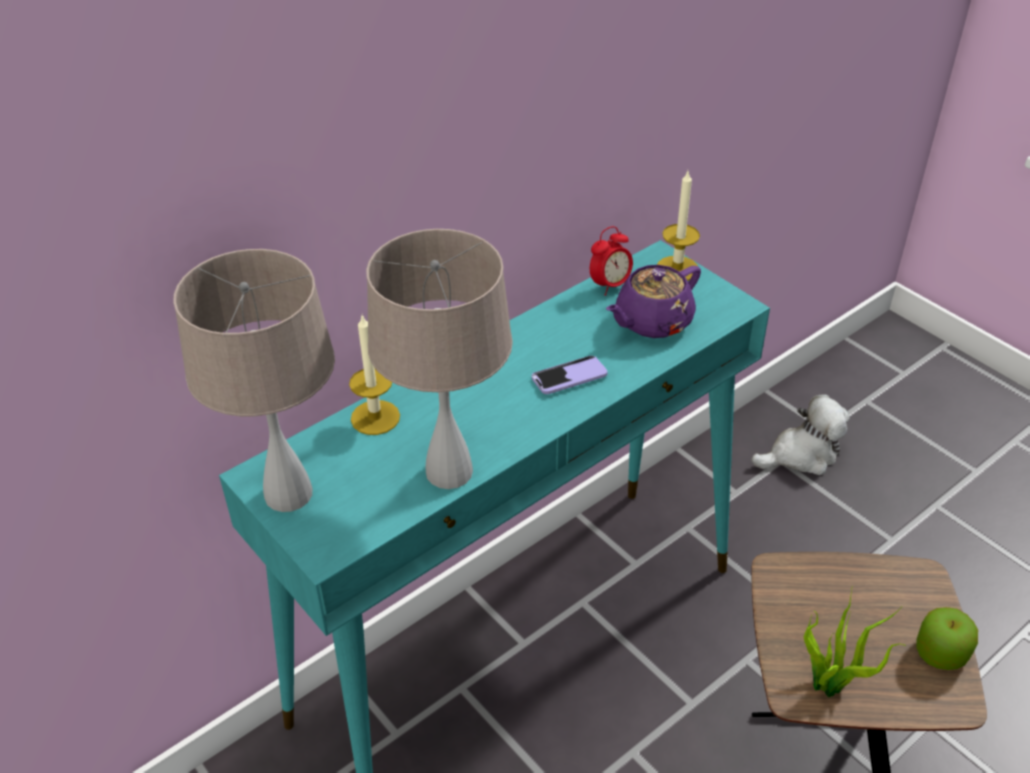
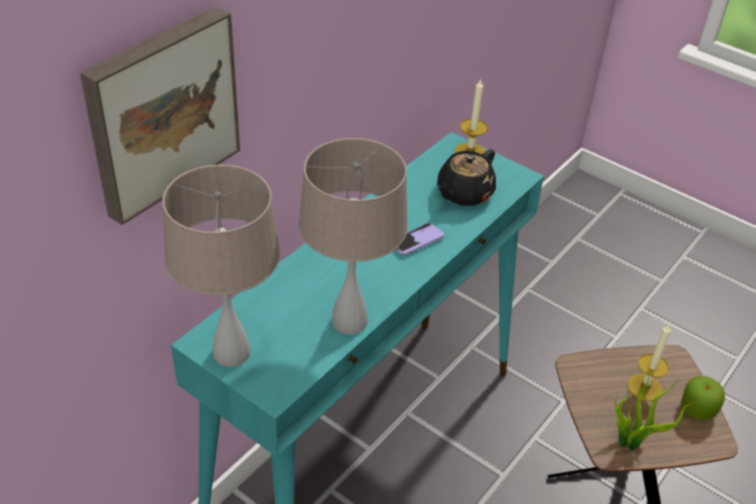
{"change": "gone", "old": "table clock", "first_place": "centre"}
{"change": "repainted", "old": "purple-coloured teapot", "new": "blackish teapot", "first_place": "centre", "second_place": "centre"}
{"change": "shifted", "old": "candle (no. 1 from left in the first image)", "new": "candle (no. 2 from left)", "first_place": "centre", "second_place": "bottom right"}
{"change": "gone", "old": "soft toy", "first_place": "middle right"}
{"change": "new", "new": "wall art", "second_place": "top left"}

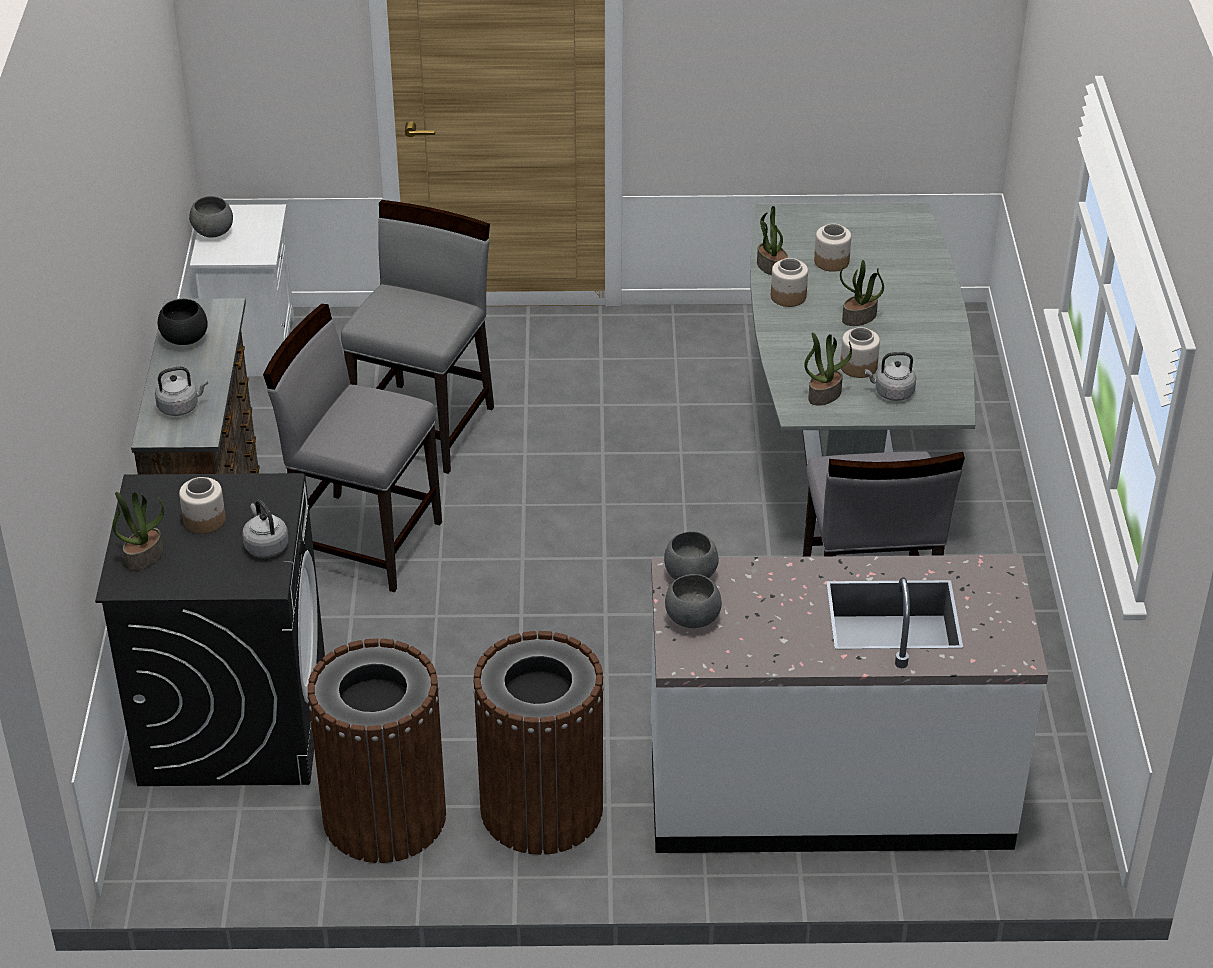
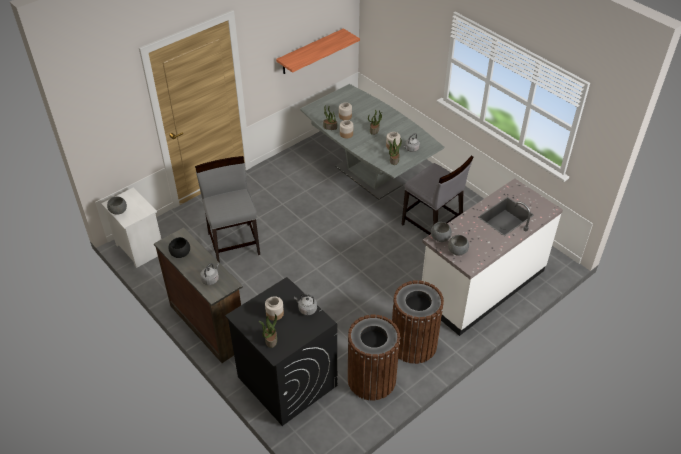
{"change": "gone", "old": "gray plain chair (no. 1 from left)", "first_place": "middle left"}
{"change": "new", "new": "wall shelf", "second_place": "top centre"}

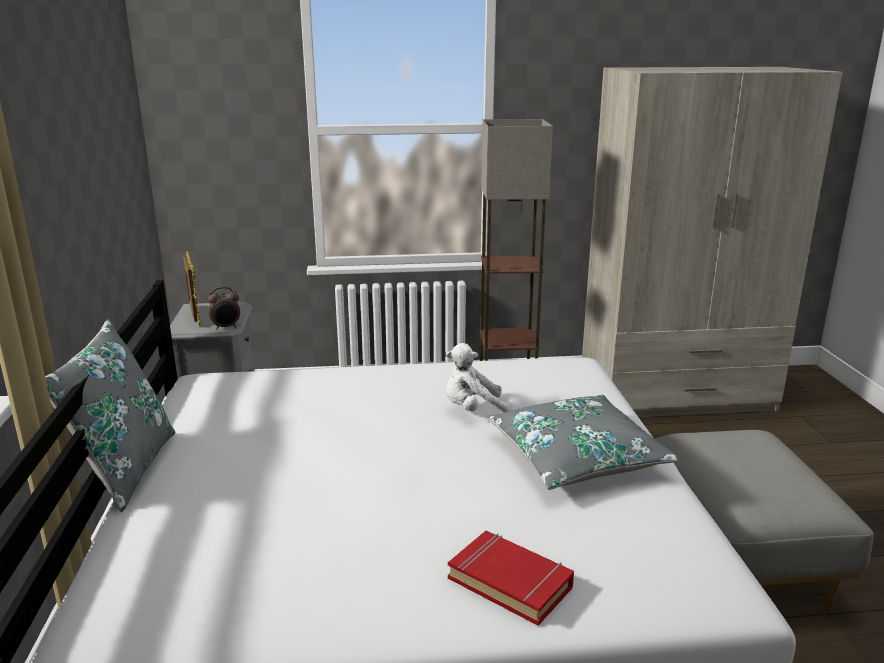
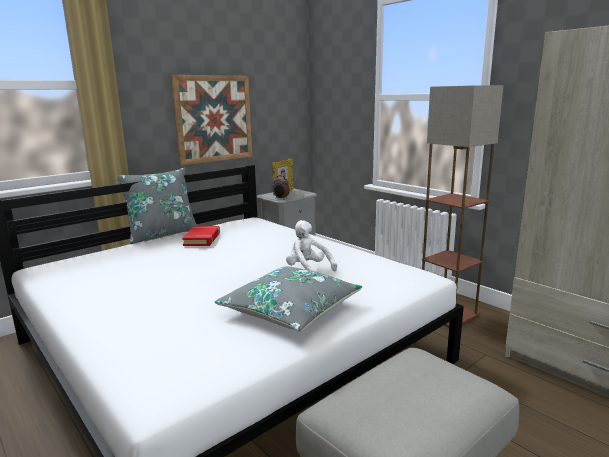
{"change": "shifted", "old": "red-coloured book", "first_place": "bottom centre", "second_place": "middle left"}
{"change": "new", "new": "wall art", "second_place": "top centre"}

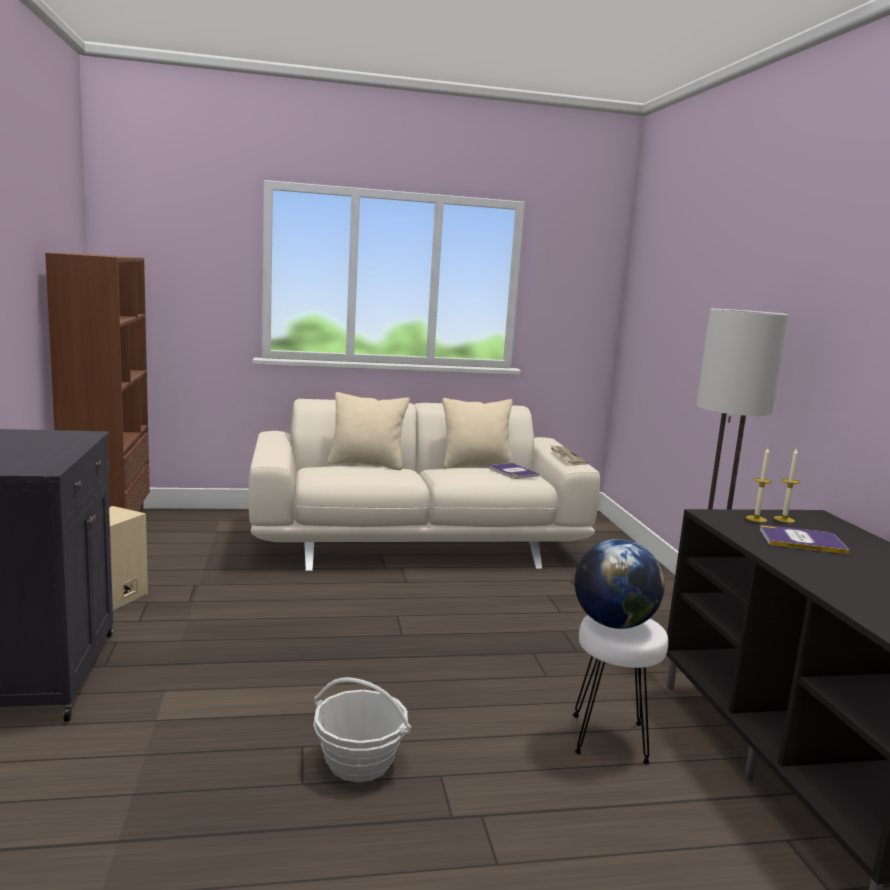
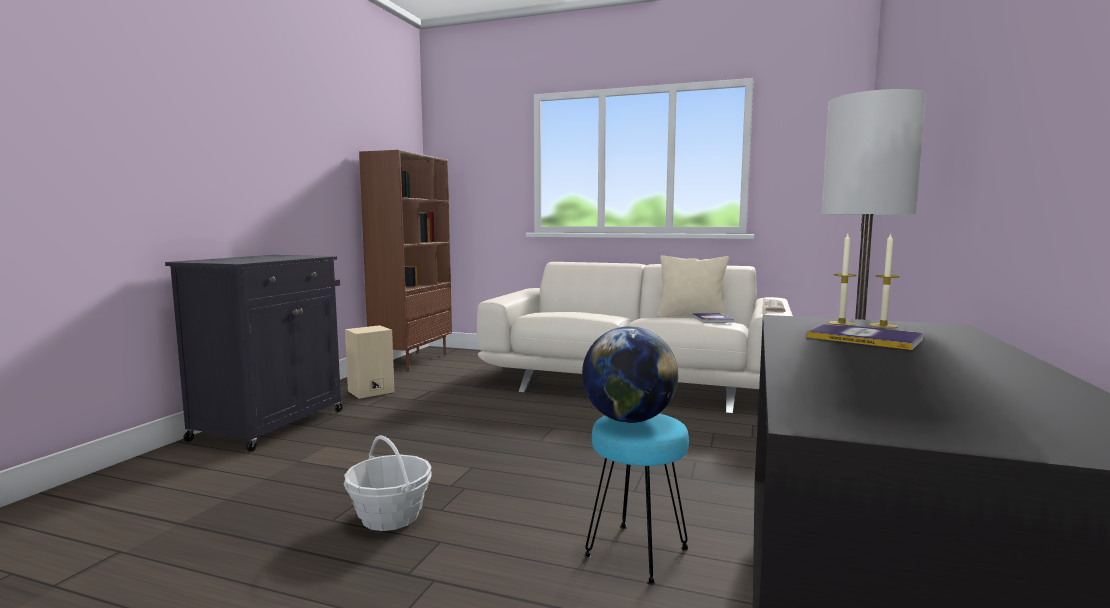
{"change": "gone", "old": "sand-coloured cushion (no. 1 from left)", "first_place": "centre"}
{"change": "repainted", "old": "white sitting stool", "new": "turquoise sitting stool", "first_place": "bottom right", "second_place": "bottom centre"}

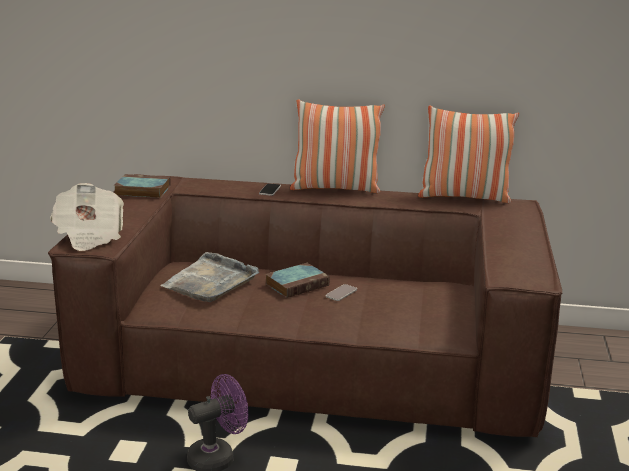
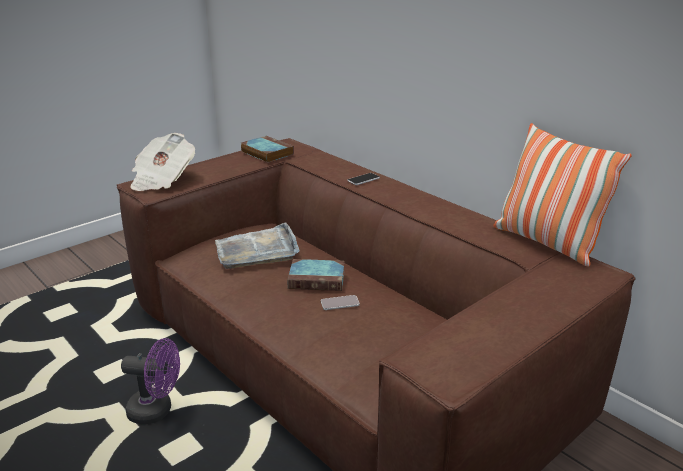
{"change": "gone", "old": "cushion (no. 1 from left)", "first_place": "top centre"}

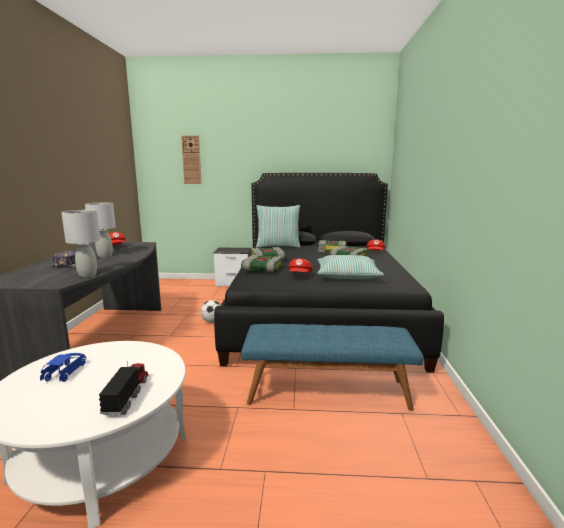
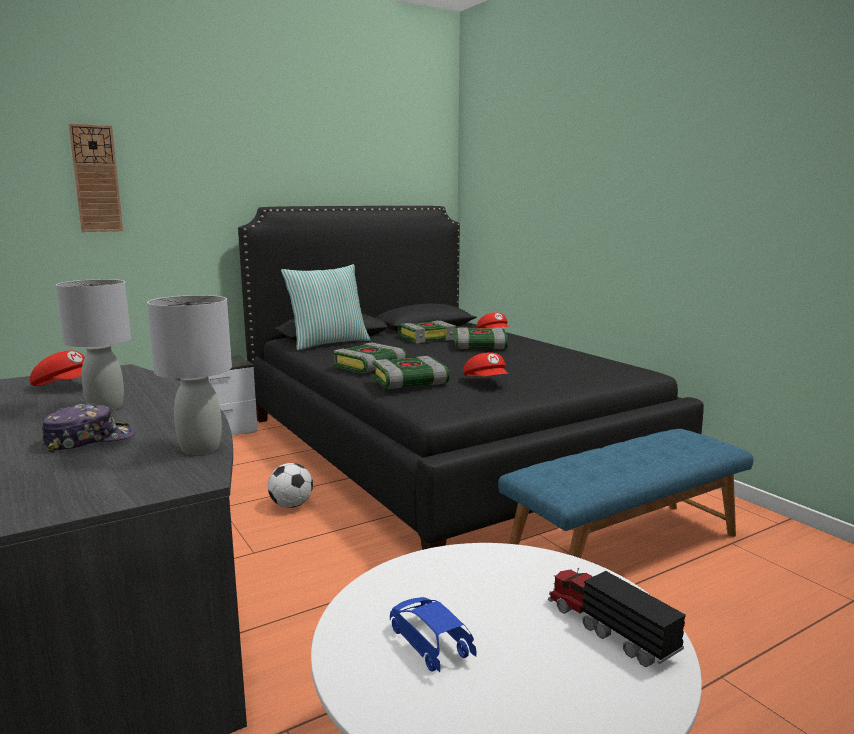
{"change": "gone", "old": "cushion (no. 2 from left)", "first_place": "centre"}

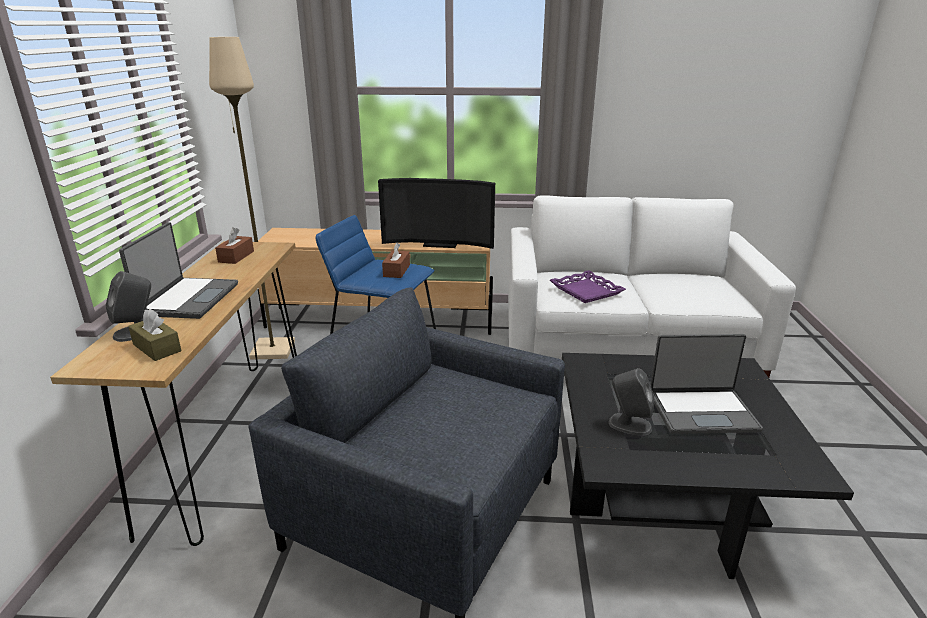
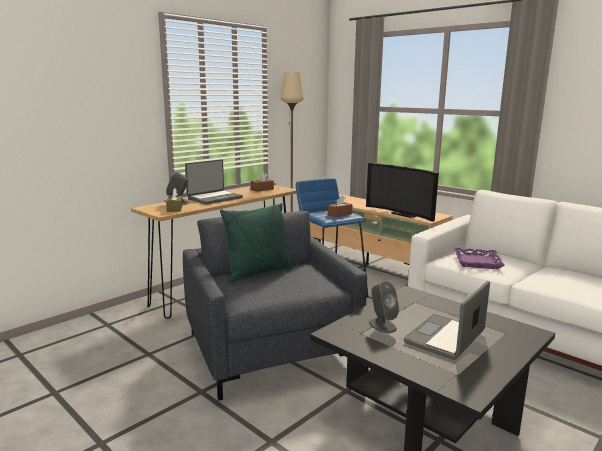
{"change": "rotated", "old": "laptop (no. 2 from left)", "first_place": "middle right", "second_place": "bottom right", "degrees": 90}
{"change": "new", "new": "greenish cushion", "second_place": "centre"}

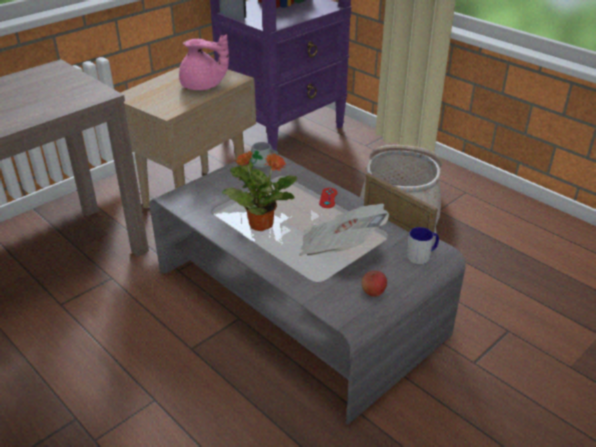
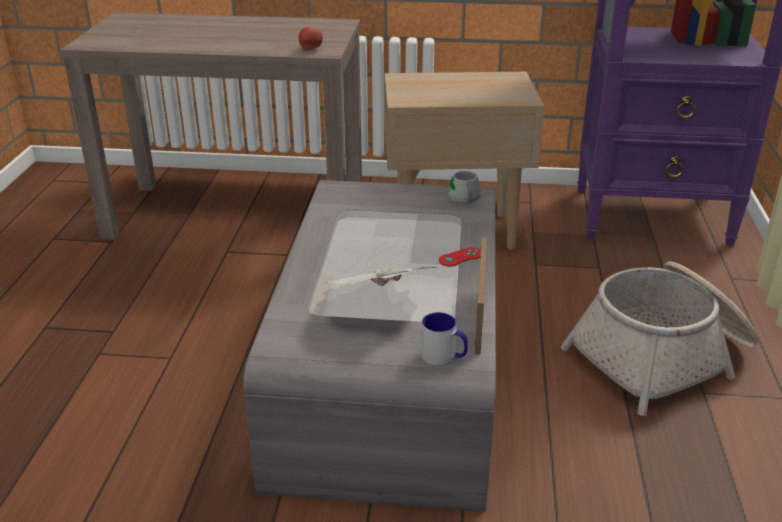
{"change": "gone", "old": "pinkish teapot", "first_place": "top centre"}
{"change": "gone", "old": "plant in a pot", "first_place": "centre"}
{"change": "shifted", "old": "whole apple", "first_place": "centre", "second_place": "top centre"}

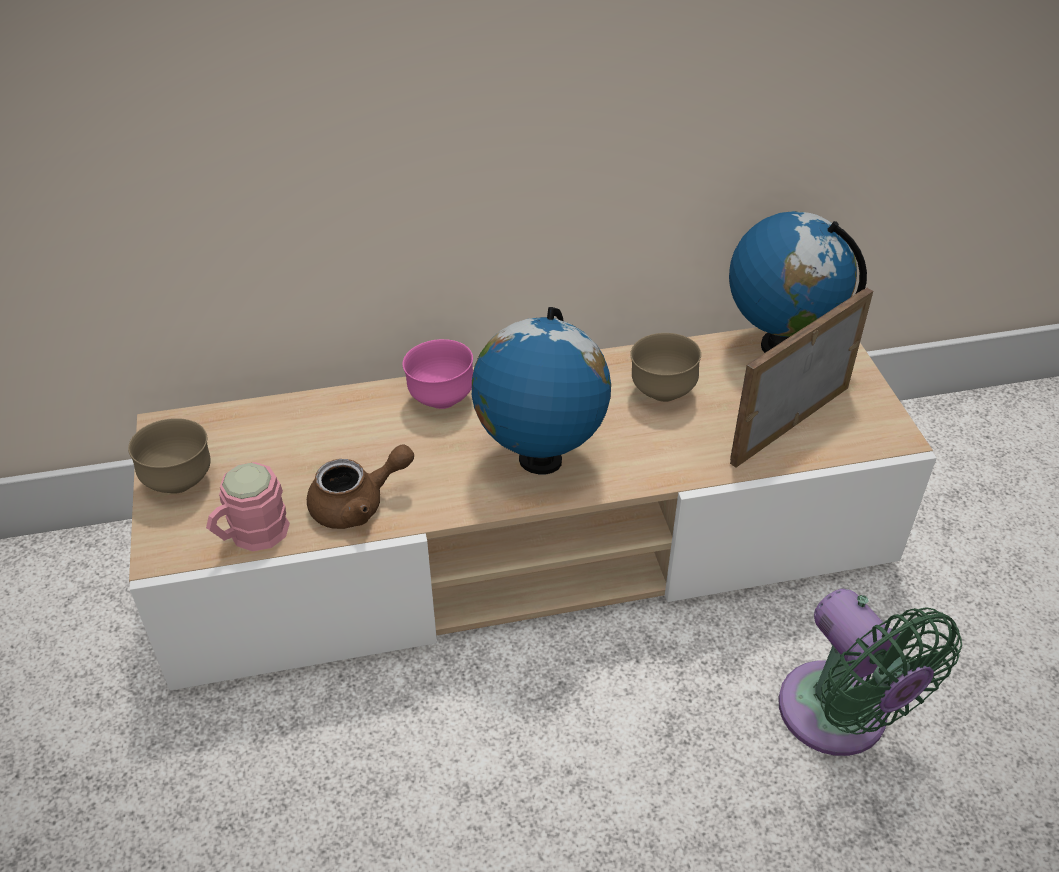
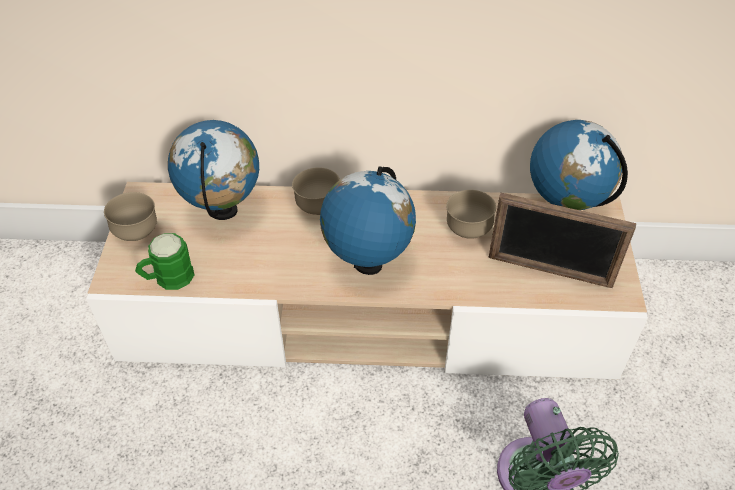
{"change": "rotated", "old": "photo frame", "first_place": "middle right", "second_place": "middle right", "degrees": -135}
{"change": "repainted", "old": "pinkish serving bowl", "new": "brownish serving bowl (no. 2 from left)", "first_place": "centre", "second_place": "centre"}
{"change": "gone", "old": "brownish teapot", "first_place": "centre"}
{"change": "repainted", "old": "pinkish coffee mug", "new": "greenish coffee mug", "first_place": "middle left", "second_place": "middle left"}
{"change": "new", "new": "globe (no. 1 from left)", "second_place": "middle left"}

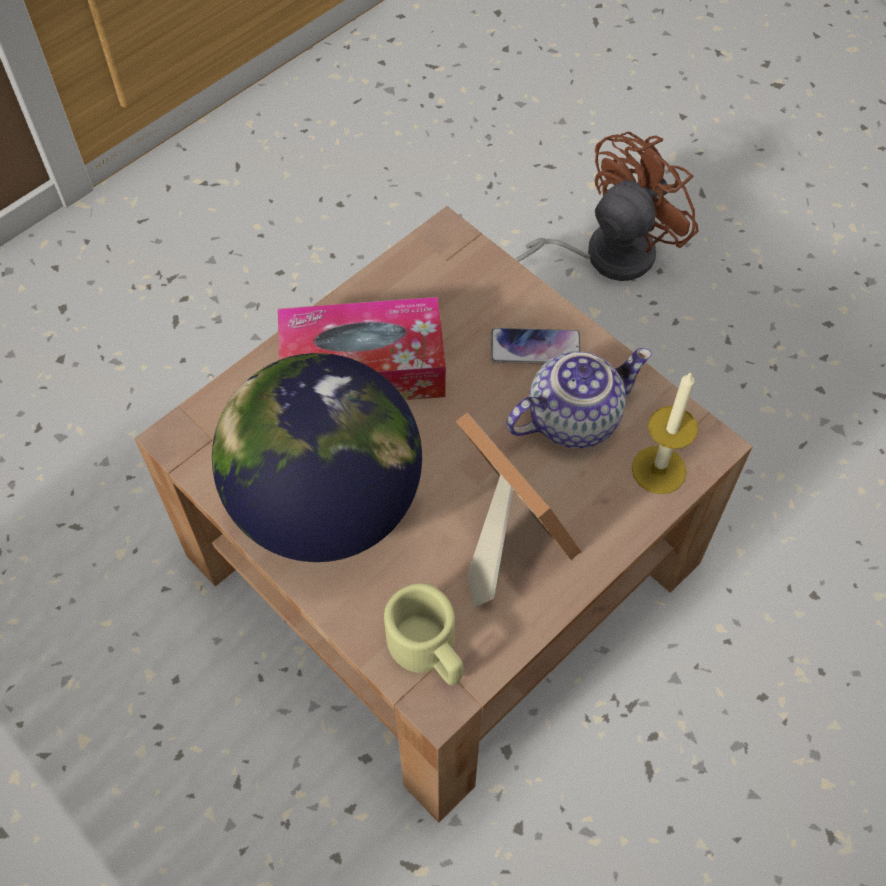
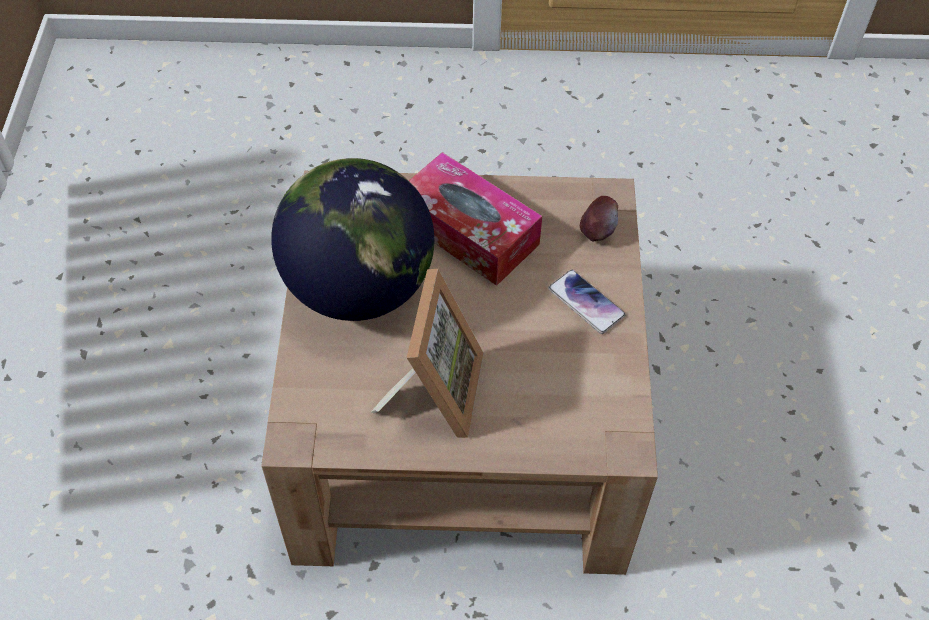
{"change": "gone", "old": "brownish cooling fan", "first_place": "top right"}
{"change": "gone", "old": "teapot", "first_place": "centre"}
{"change": "gone", "old": "candle", "first_place": "middle right"}
{"change": "gone", "old": "sand-coloured coffee mug", "first_place": "bottom centre"}
{"change": "new", "new": "whole apple", "second_place": "centre"}

